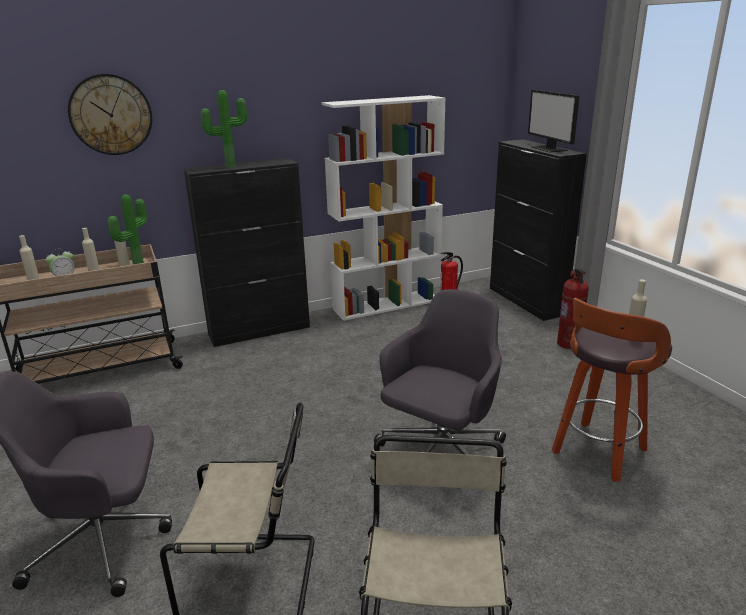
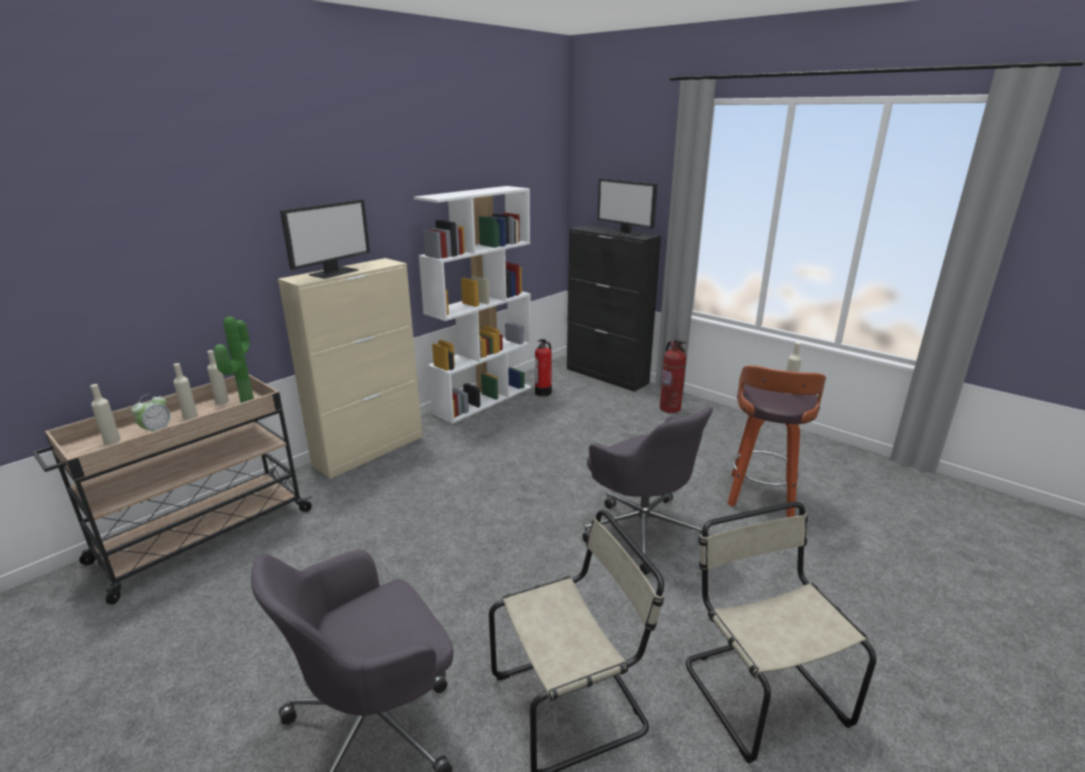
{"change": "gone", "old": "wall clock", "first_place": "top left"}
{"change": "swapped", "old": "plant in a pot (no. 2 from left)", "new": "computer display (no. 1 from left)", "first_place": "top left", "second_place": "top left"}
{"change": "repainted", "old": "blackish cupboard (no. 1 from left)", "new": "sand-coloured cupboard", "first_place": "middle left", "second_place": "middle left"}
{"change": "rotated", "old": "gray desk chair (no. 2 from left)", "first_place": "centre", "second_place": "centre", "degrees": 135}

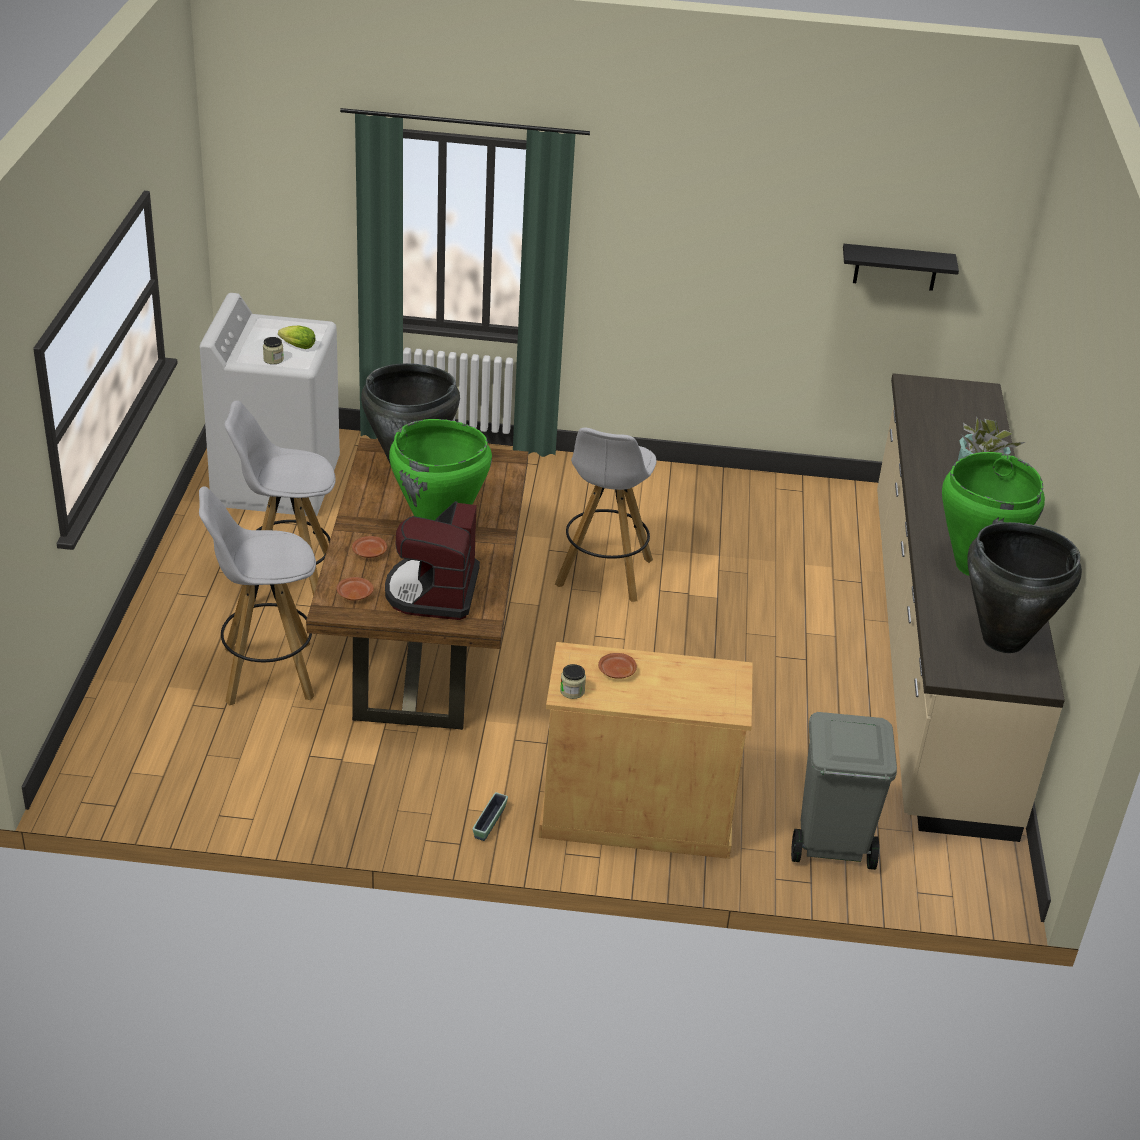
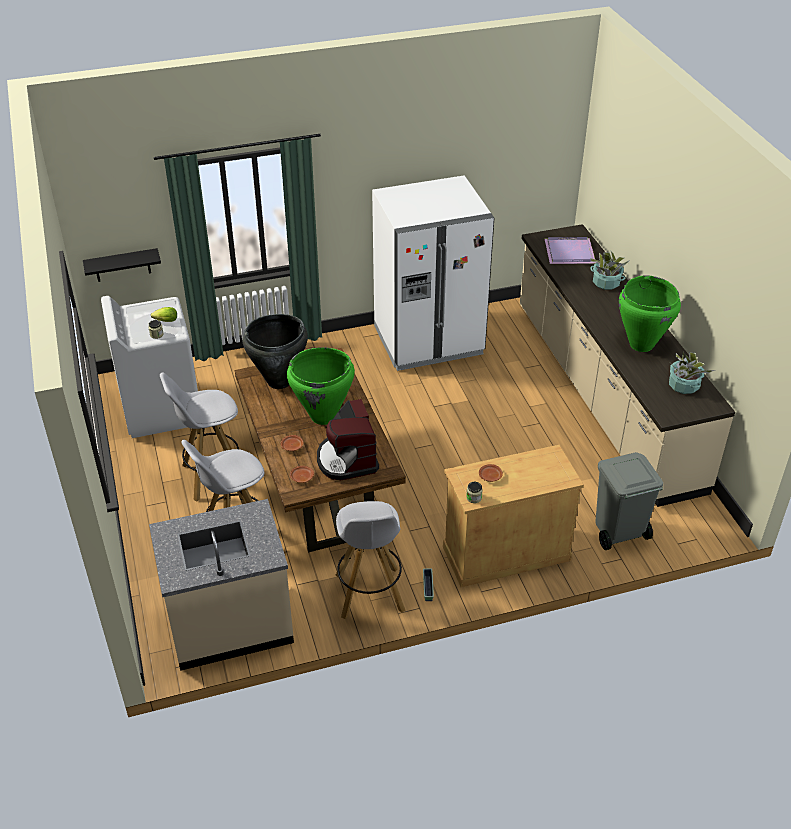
{"change": "shifted", "old": "blackish wall shelf", "first_place": "top right", "second_place": "top left"}
{"change": "shifted", "old": "white sitting stool (no. 3 from left)", "first_place": "centre", "second_place": "bottom centre"}
{"change": "swapped", "old": "blackish vase (no. 2 from left)", "new": "plant in a pot (no. 2 from left)", "first_place": "middle right", "second_place": "middle right"}
{"change": "new", "new": "white refrigerator", "second_place": "top centre"}
{"change": "new", "new": "purple-coloured serving tray", "second_place": "top right"}
{"change": "new", "new": "sand-coloured kitchen base unit (no. 1 from left)", "second_place": "bottom left"}

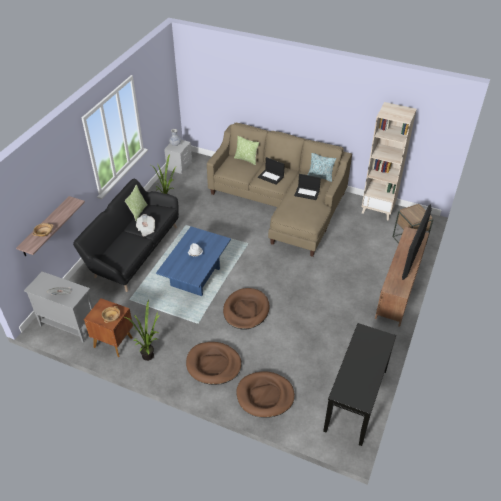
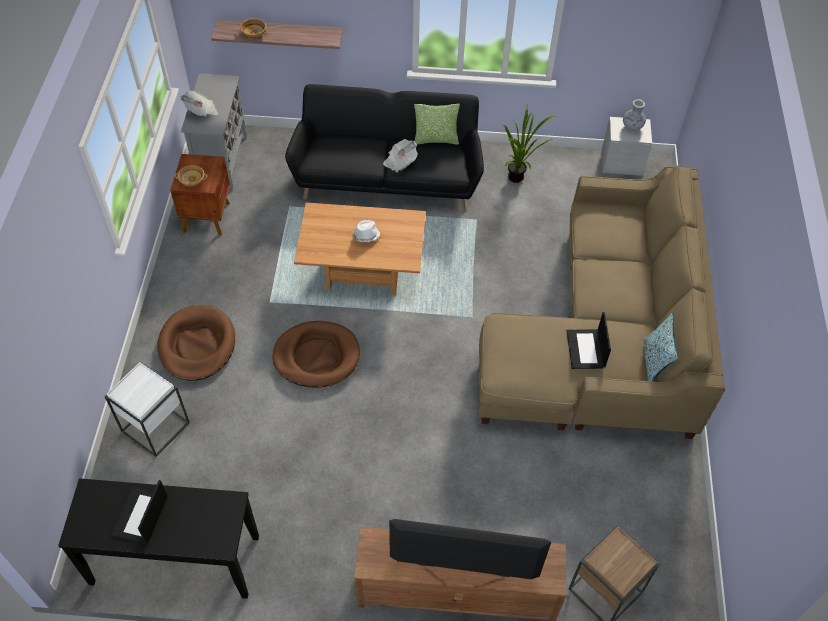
{"change": "gone", "old": "sand-coloured shelving unit", "first_place": "top right"}
{"change": "gone", "old": "cushion (no. 2 from left)", "first_place": "top centre"}
{"change": "shifted", "old": "laptop (no. 1 from left)", "first_place": "centre", "second_place": "bottom left"}
{"change": "repainted", "old": "bluish coffee table", "new": "brownish coffee table", "first_place": "centre", "second_place": "centre"}
{"change": "gone", "old": "plant in a pot (no. 1 from left)", "first_place": "middle left"}
{"change": "swapped", "old": "brownish dog bed (no. 3 from left)", "new": "white accent table", "first_place": "bottom centre", "second_place": "middle left"}

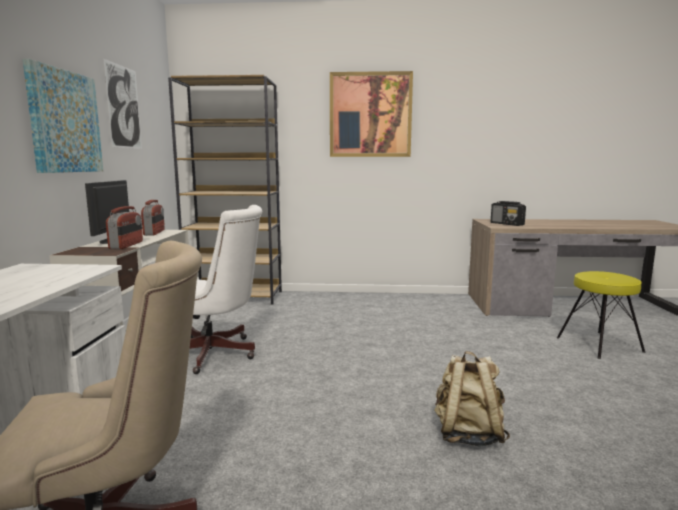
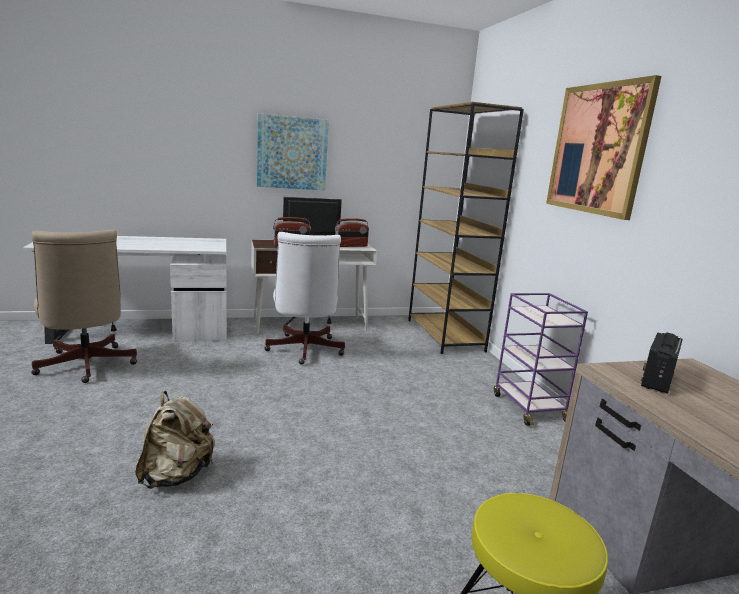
{"change": "gone", "old": "wall art (no. 2 from left)", "first_place": "top left"}
{"change": "new", "new": "purple-coloured trolley", "second_place": "middle right"}

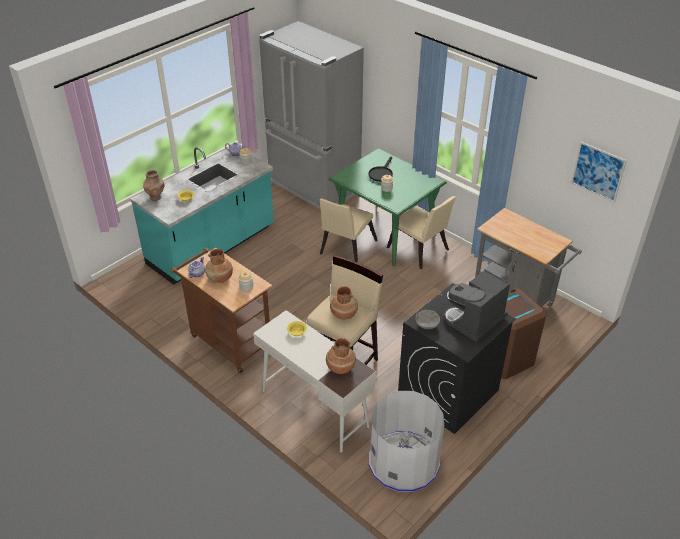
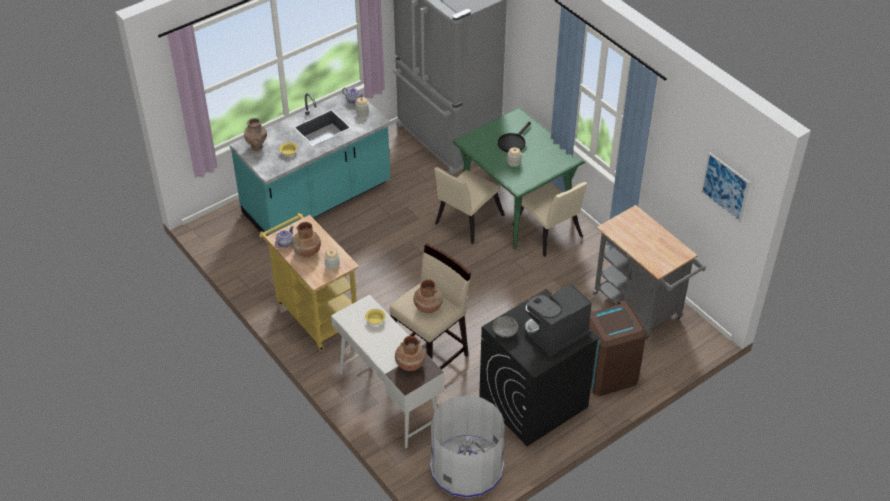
{"change": "repainted", "old": "brownish trolley", "new": "yellowish trolley", "first_place": "middle left", "second_place": "centre"}

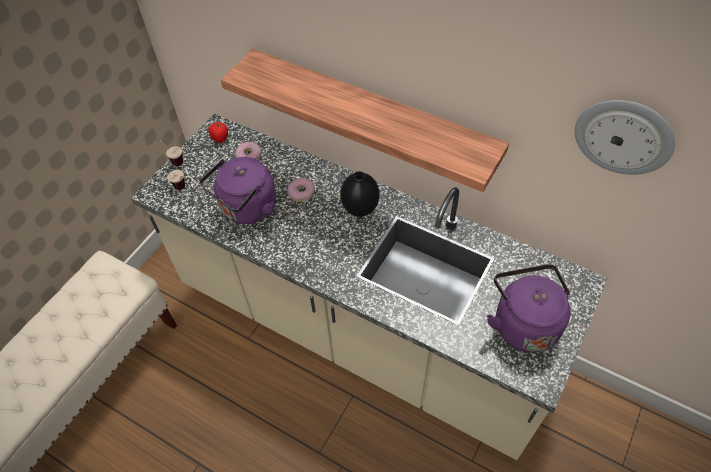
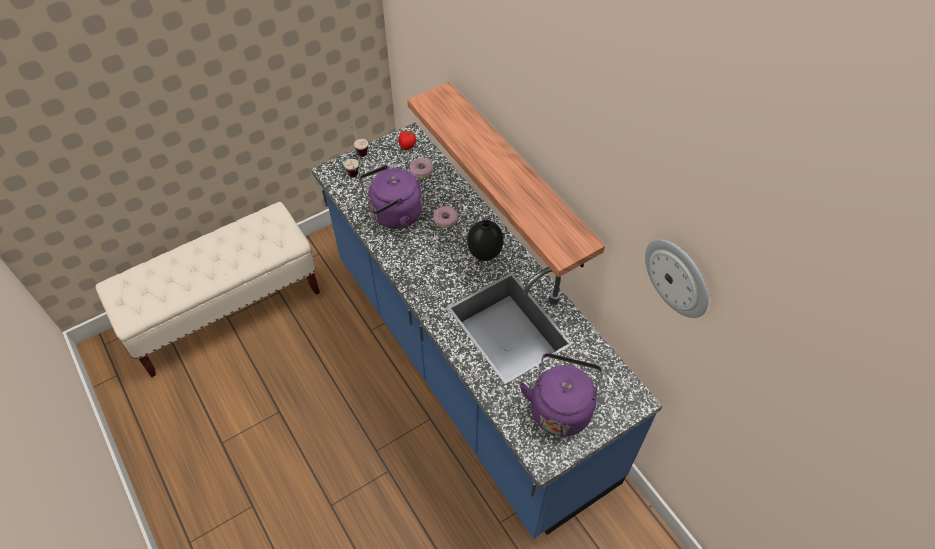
{"change": "repainted", "old": "sand-coloured kitchen base unit", "new": "bluish kitchen base unit", "first_place": "centre", "second_place": "centre"}

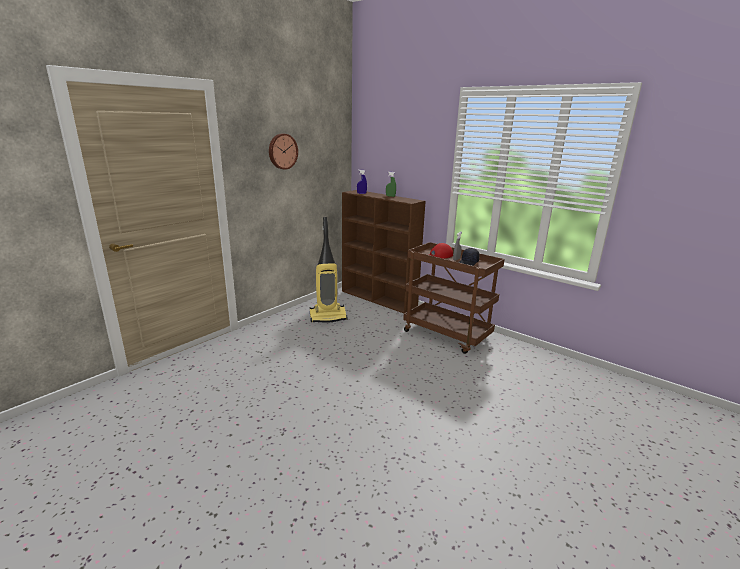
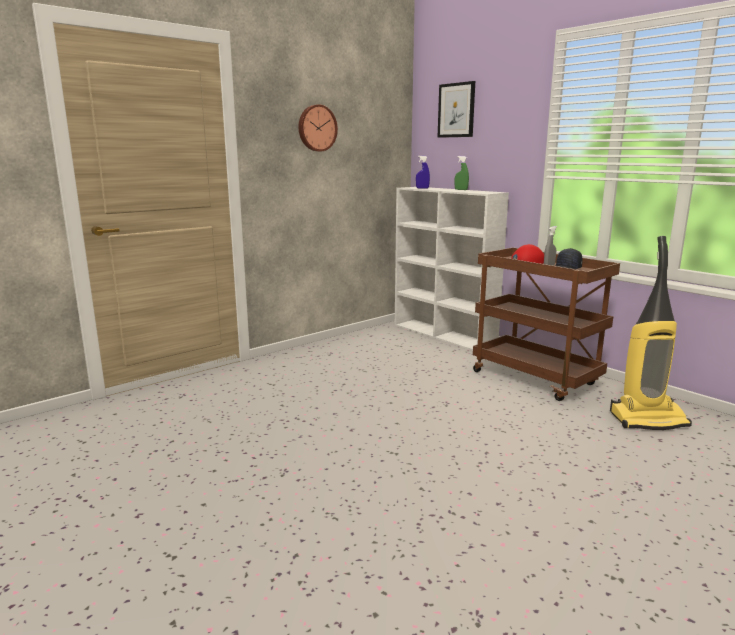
{"change": "repainted", "old": "brownish shelving unit", "new": "white shelving unit", "first_place": "centre", "second_place": "centre"}
{"change": "shifted", "old": "vacuum", "first_place": "centre", "second_place": "middle right"}
{"change": "new", "new": "wall art", "second_place": "top centre"}

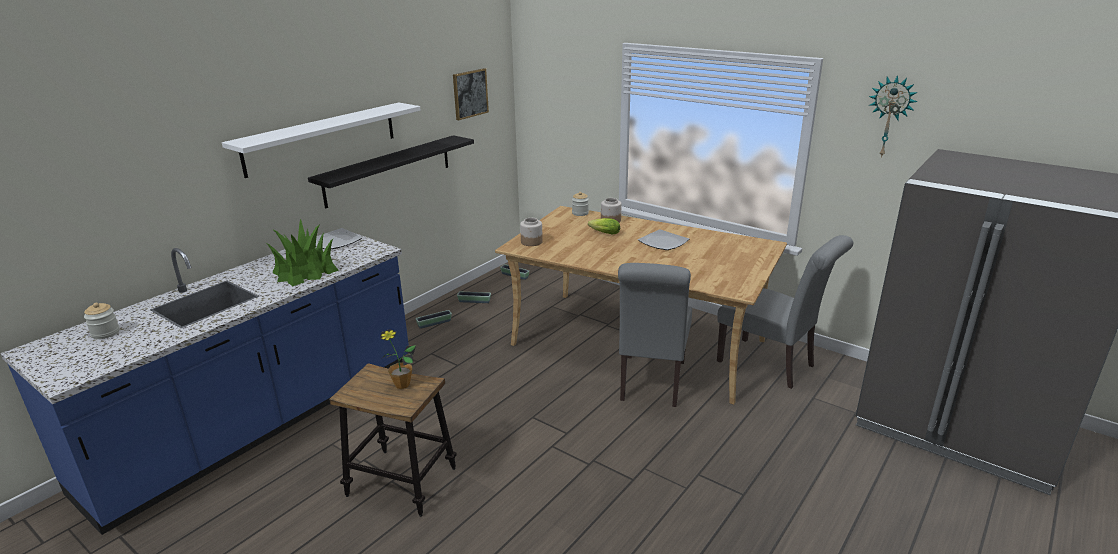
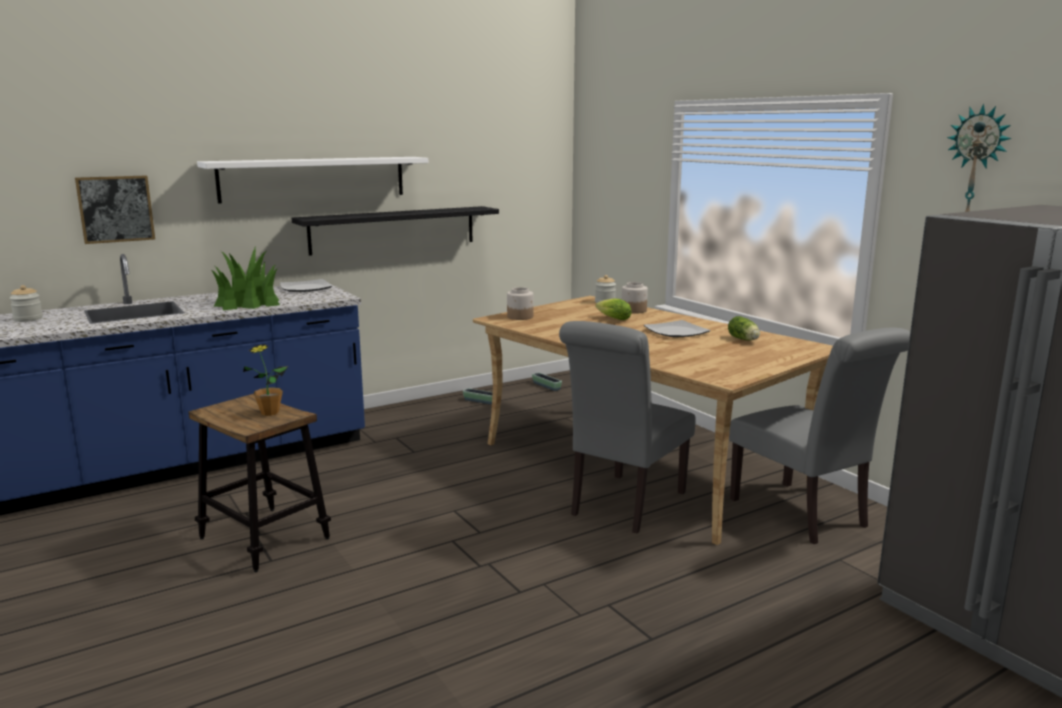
{"change": "shifted", "old": "wall art", "first_place": "top centre", "second_place": "top left"}
{"change": "gone", "old": "planter (no. 1 from left)", "first_place": "centre"}
{"change": "new", "new": "lettuce (no. 2 from left)", "second_place": "middle right"}

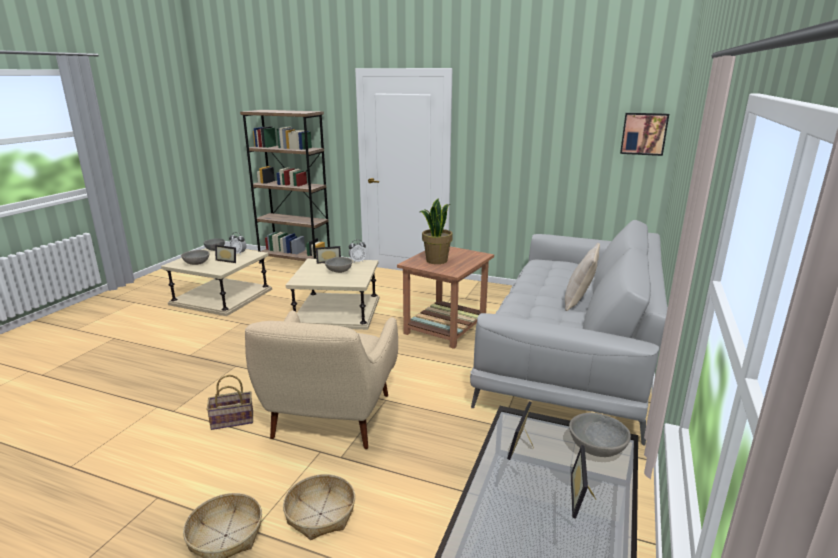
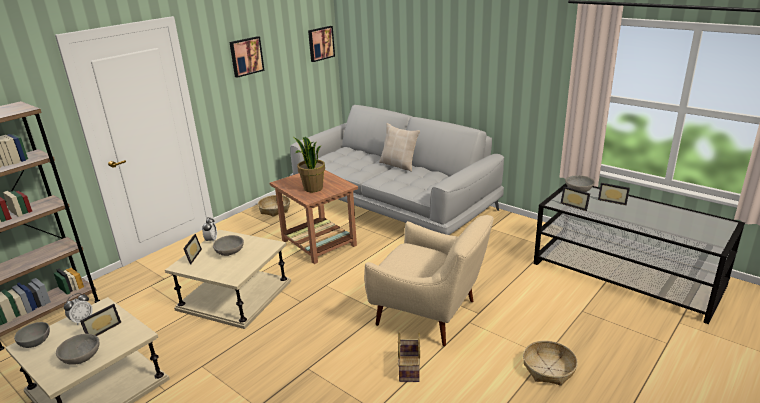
{"change": "shifted", "old": "storage basket (no. 3 from left in the first image)", "new": "storage basket (no. 1 from left)", "first_place": "bottom centre", "second_place": "centre"}
{"change": "new", "new": "wall art (no. 1 from left)", "second_place": "top left"}

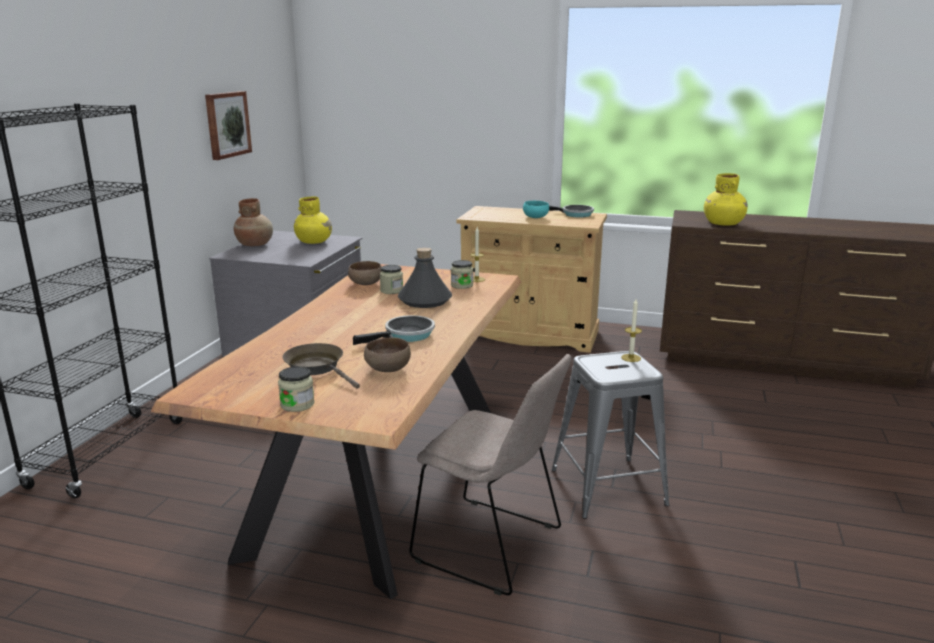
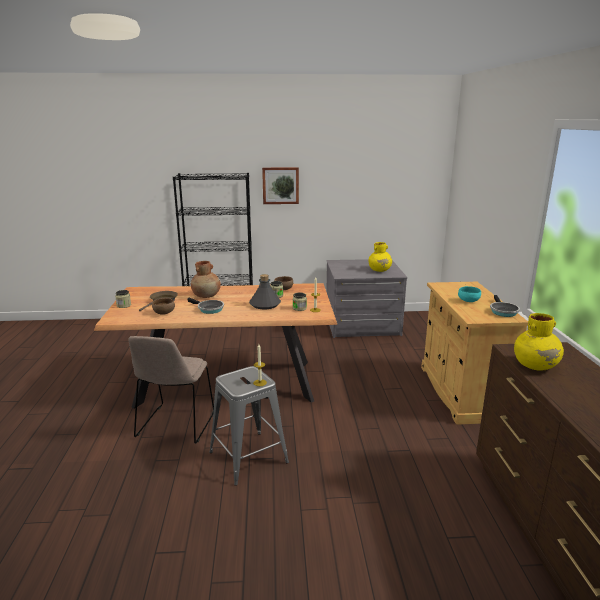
{"change": "shifted", "old": "wall art", "first_place": "top left", "second_place": "top centre"}
{"change": "shifted", "old": "brownish vase", "first_place": "middle left", "second_place": "centre"}

